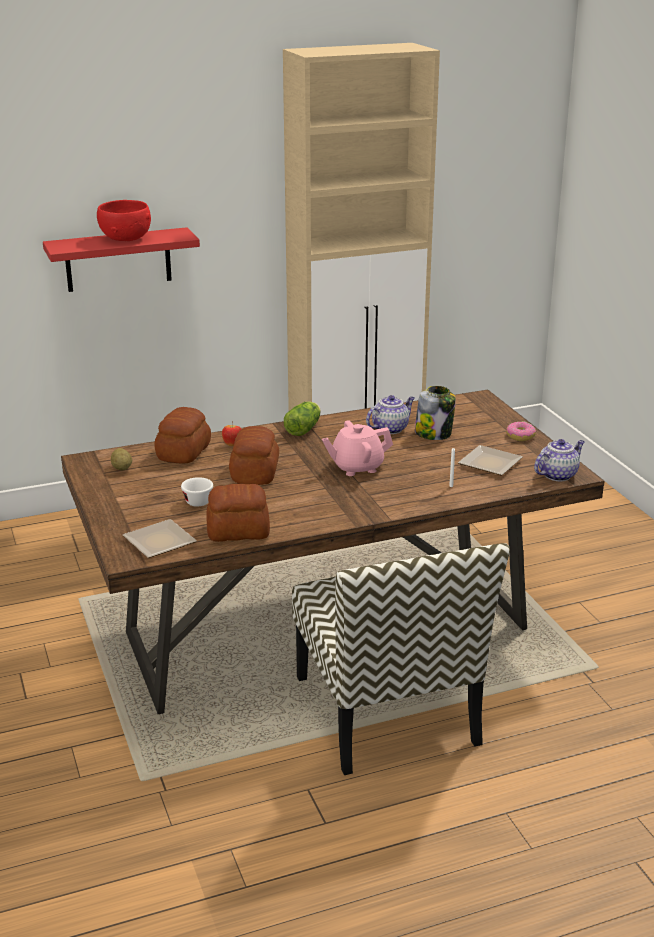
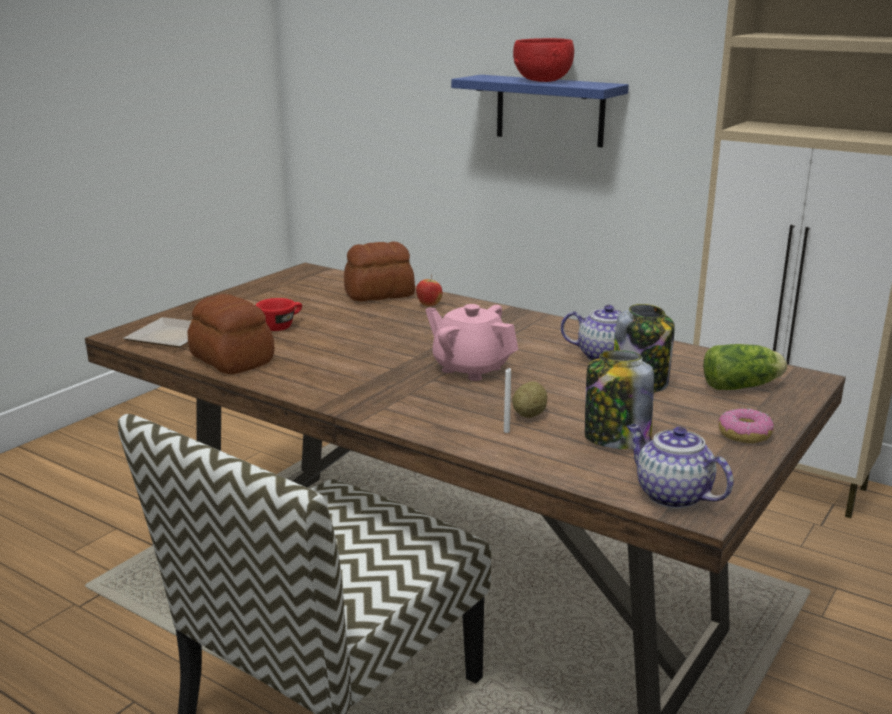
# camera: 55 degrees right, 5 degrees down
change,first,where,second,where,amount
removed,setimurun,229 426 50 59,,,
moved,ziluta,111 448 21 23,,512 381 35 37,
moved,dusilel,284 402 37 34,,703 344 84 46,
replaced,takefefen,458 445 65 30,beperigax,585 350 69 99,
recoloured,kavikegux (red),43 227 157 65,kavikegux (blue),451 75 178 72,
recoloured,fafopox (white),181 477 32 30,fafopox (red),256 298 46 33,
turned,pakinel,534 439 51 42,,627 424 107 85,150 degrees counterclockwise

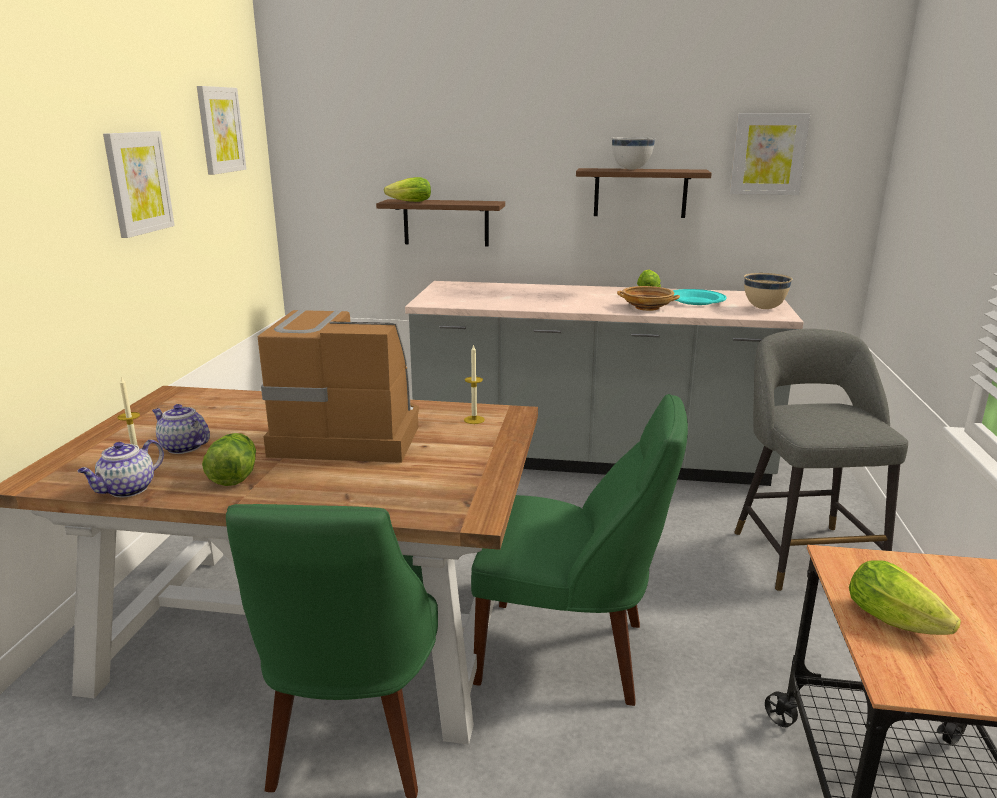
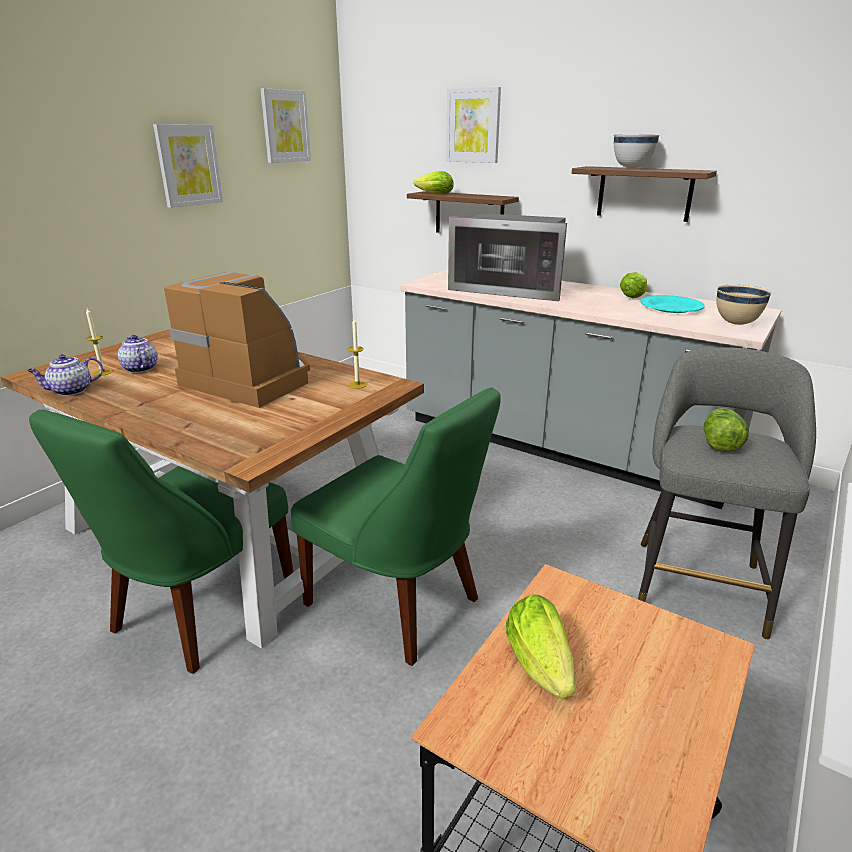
# camera: 25 degrees right, 5 degrees up
change,first,where,second,where,amount
removed,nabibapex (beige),617 286 63 25,,,
added,,,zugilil,448 213 119 88,
moved,dusilel,202 433 54 53,,704 408 45 44,
moved,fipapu,730 113 80 82,,446 87 55 76,

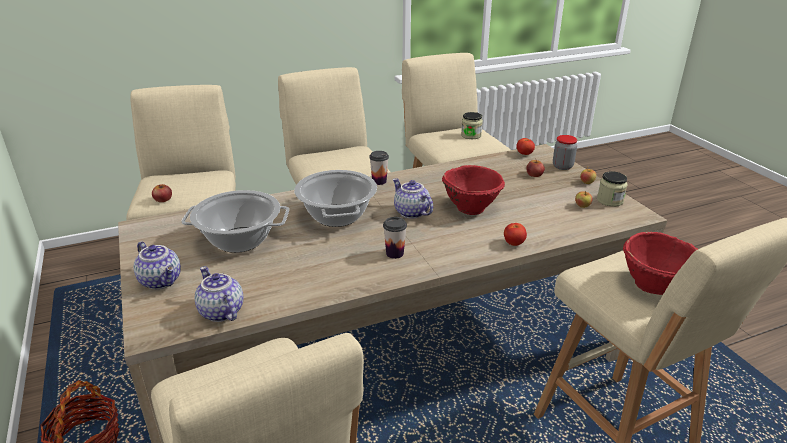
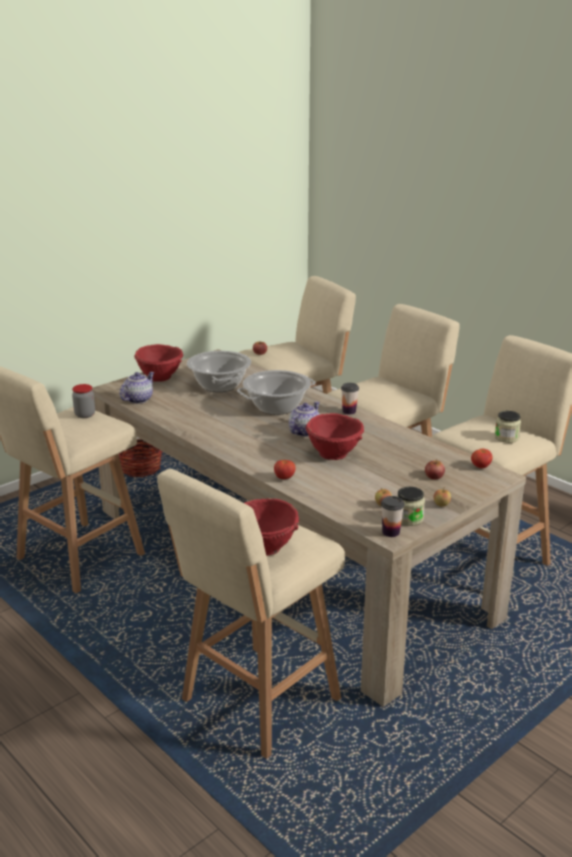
# camera: 70 degrees right, 5 degrees down
change,first,where,second,where,amount
moved,fafopox,383 217 24 42,,381 496 23 41,
moved,beperigax,553 135 24 35,,72 384 23 34,
replaced,pakinel,134 241 47 48,nabibapex (red),134 344 49 38,

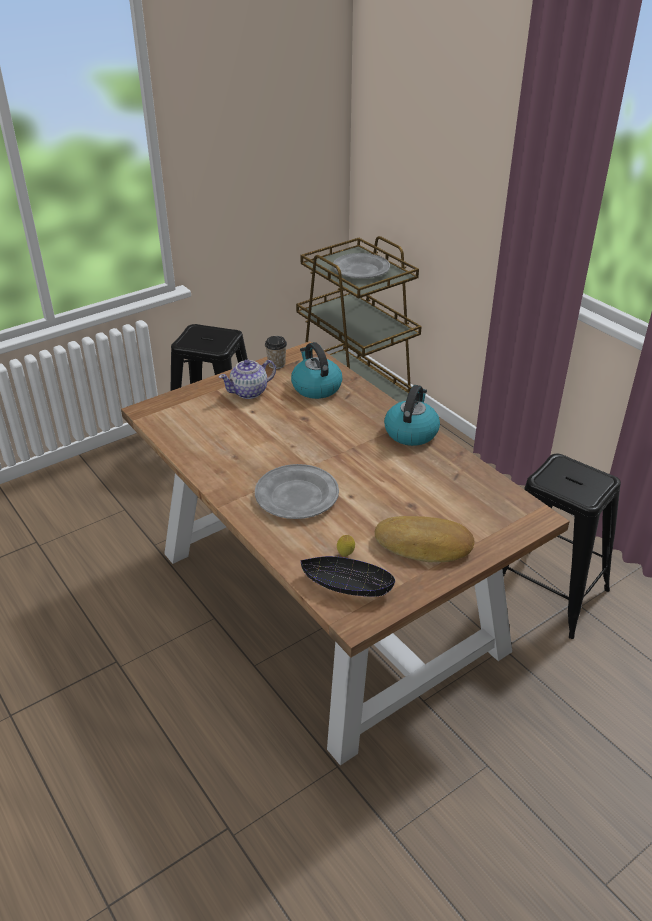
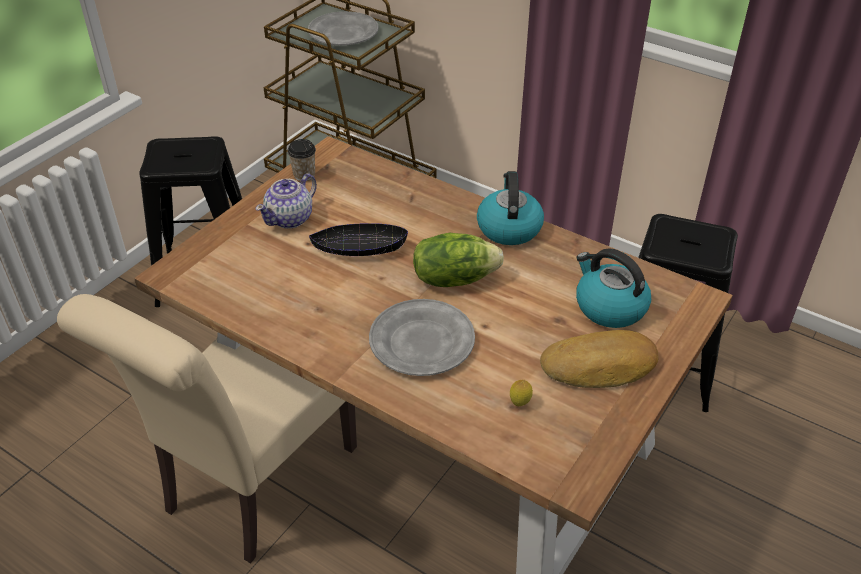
# camera: 20 degrees left, 5 degrees up
change,first,where,second,where,amount
added,,,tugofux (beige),57 294 300 270,
added,,,dusilel,413 233 91 54,
moved,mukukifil,291 342 51 57,,576 248 75 80,
moved,nabibapex (black),301 556 94 41,,309 223 99 33,

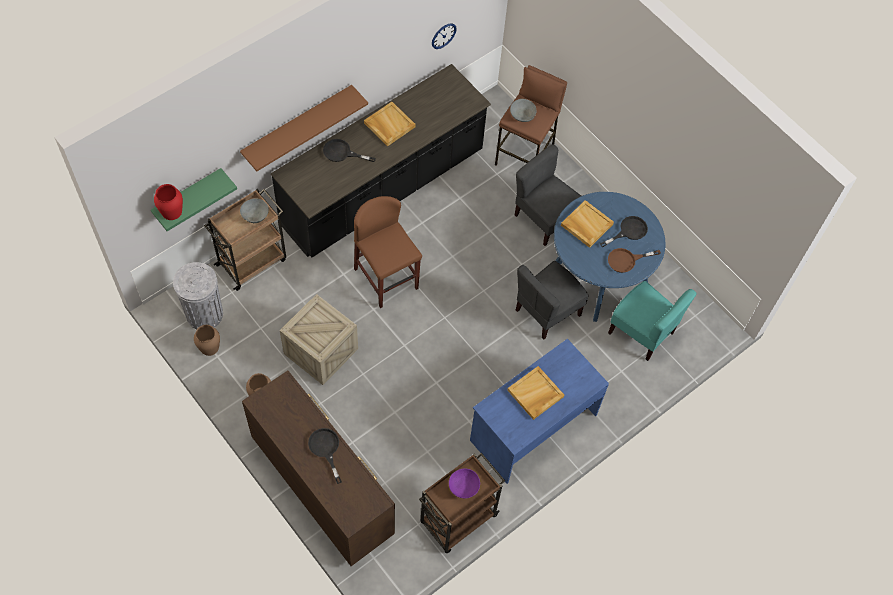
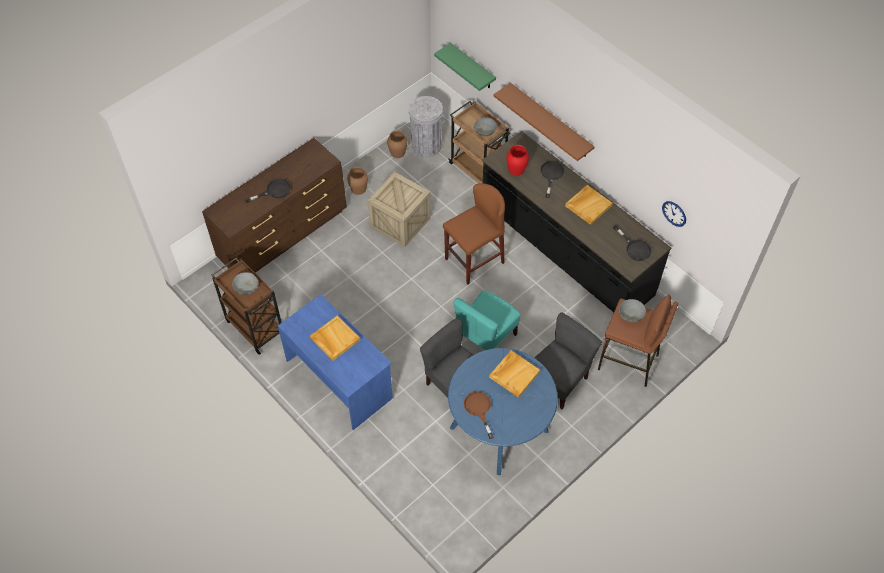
# camera: 90 degrees right, 5 degrees down
change,first,where,second,where,amount
moved,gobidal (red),154 184 29 36,,506 145 23 31,
moved,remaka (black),600 216 48 32,,613 225 39 36,
moved,tugofux (turquoise),608 281 88 80,,453 290 68 60,
recoloured,nabibapex (purple),449 468 31 30,nabibapex (grey),232 272 27 23,

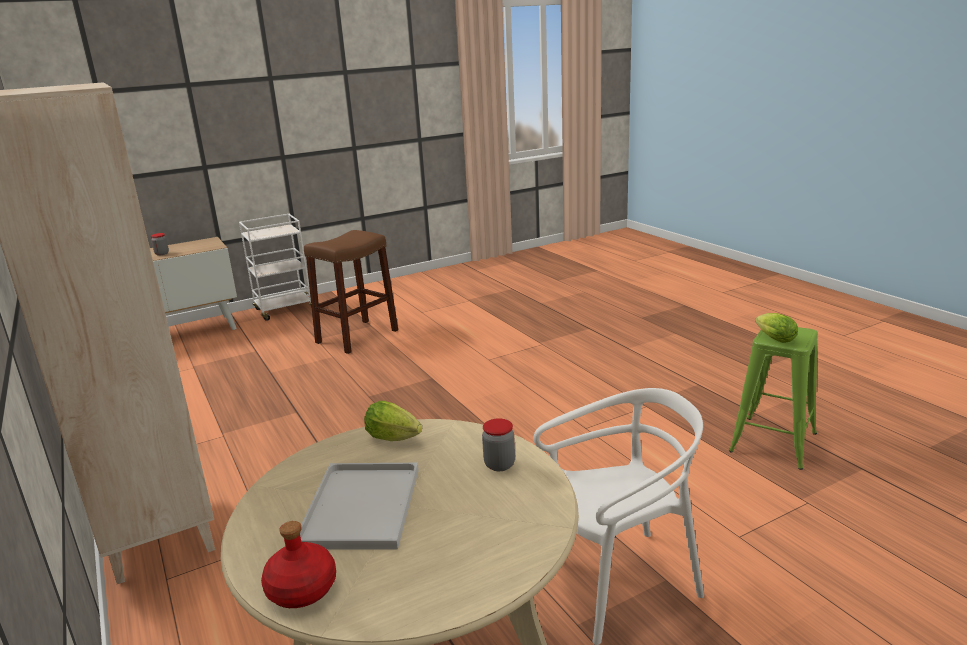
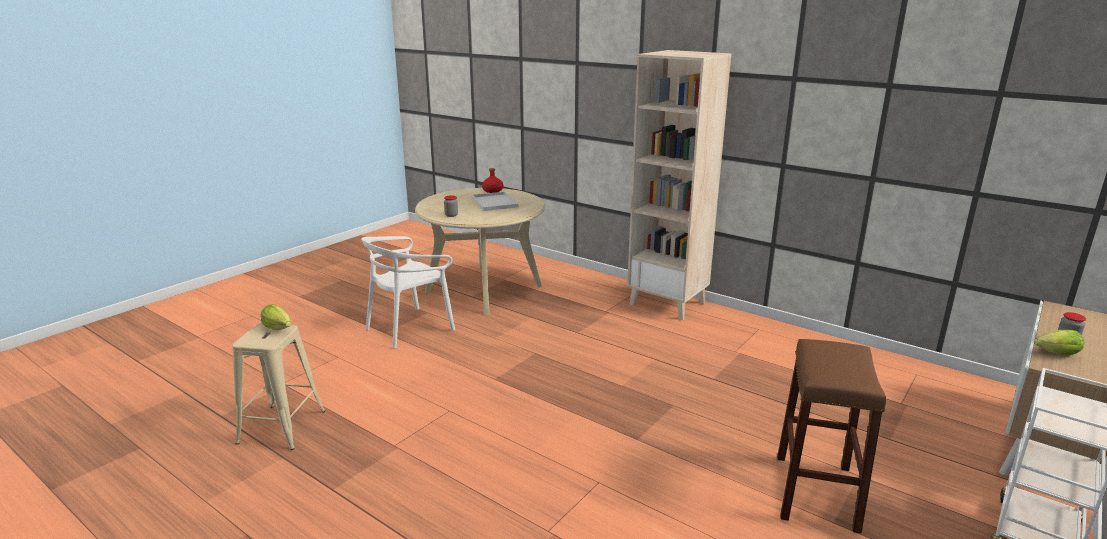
# camera: 155 degrees right, 0 degrees up
change,first,where,second,where,amount
moved,dusilel,364 401 58 40,,1034 330 50 25,
recoloured,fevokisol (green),729 327 89 143,fevokisol (beige),232 323 93 127,

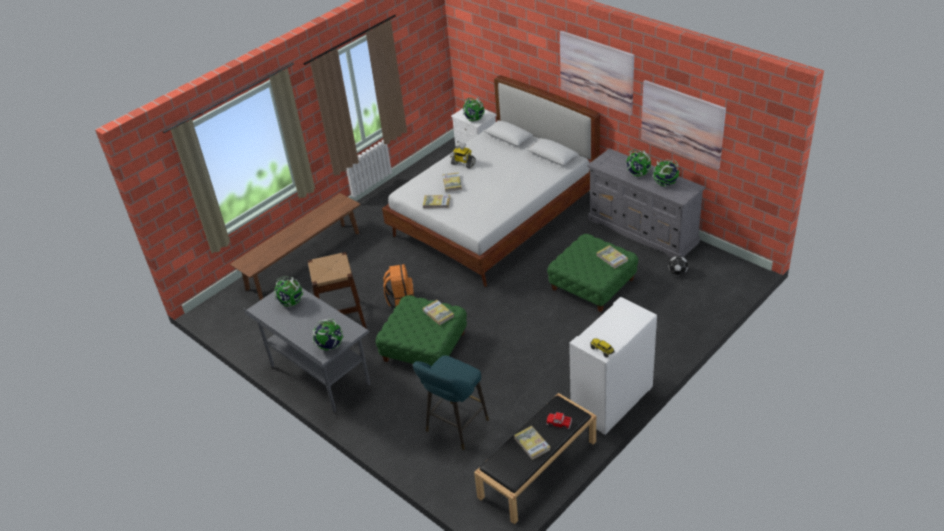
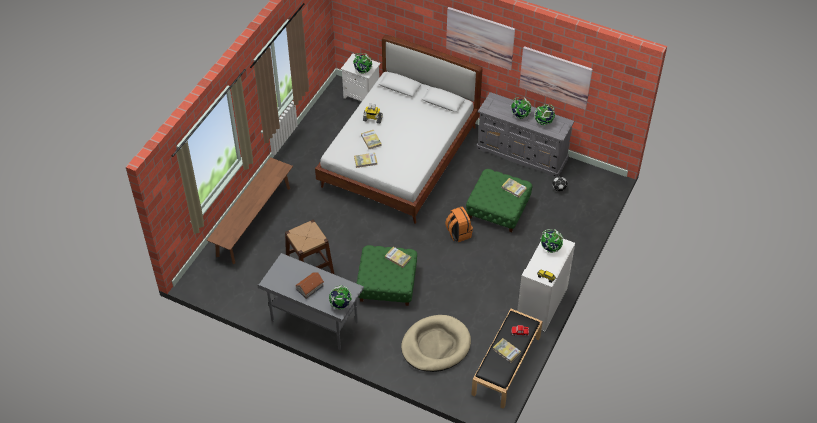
# camera: 20 degrees left, 10 degrees up
change,first,where,second,where,amount
added,,,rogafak,295 272 29 27,
moved,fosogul,274 276 30 31,,540 229 24 24,
moved,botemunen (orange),384 264 30 44,,445 207 28 35,
replaced,fevokisol (turquoise),413 355 76 95,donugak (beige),401 315 70 57,

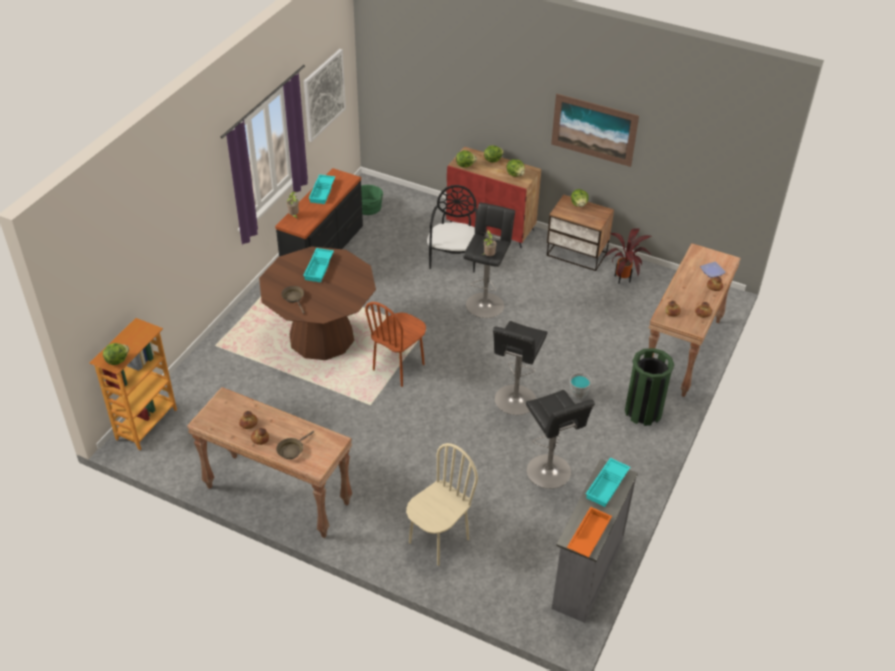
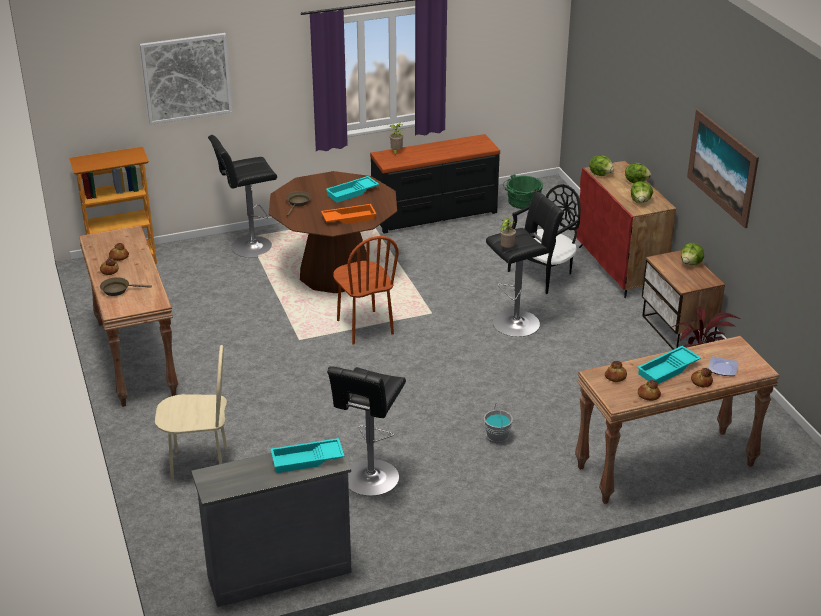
# camera: 45 degrees right, 10 degrees down
change,first,where,second,where,amount
removed,dusilel,103 343 26 22,,,
removed,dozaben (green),625 348 49 78,,,
moved,fipapu,304 49 42 93,,140 33 92 92,
moved,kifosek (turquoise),309 174 26 30,,637 346 64 38,
moved,fevokisol (black),493 321 55 94,,208 135 69 123,
moved,kifosek (orange),567 507 45 50,,321 204 55 20,
turned,tugofux (brown),365 302 61 85,,333 236 66 109,105 degrees counterclockwise

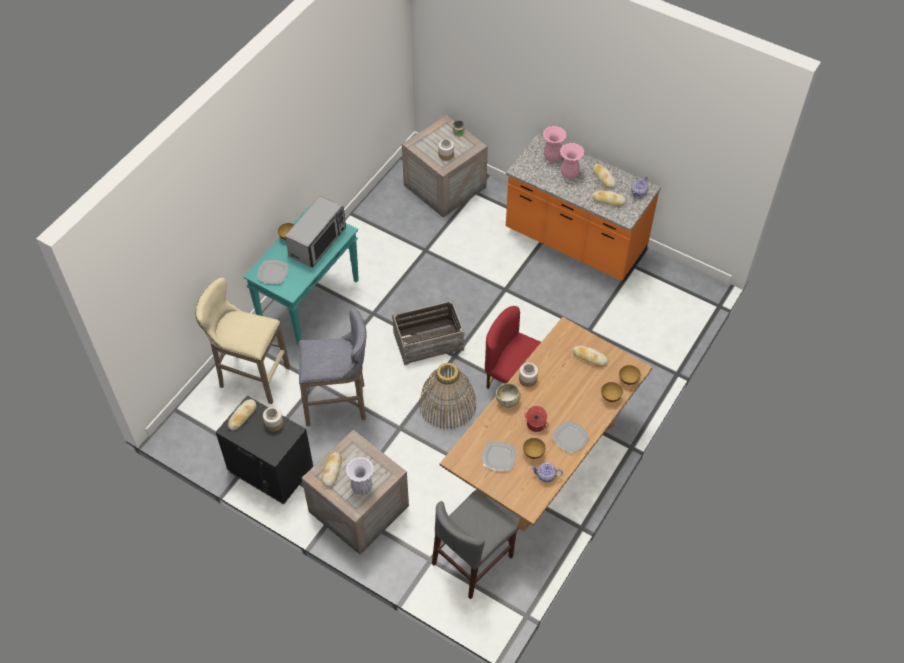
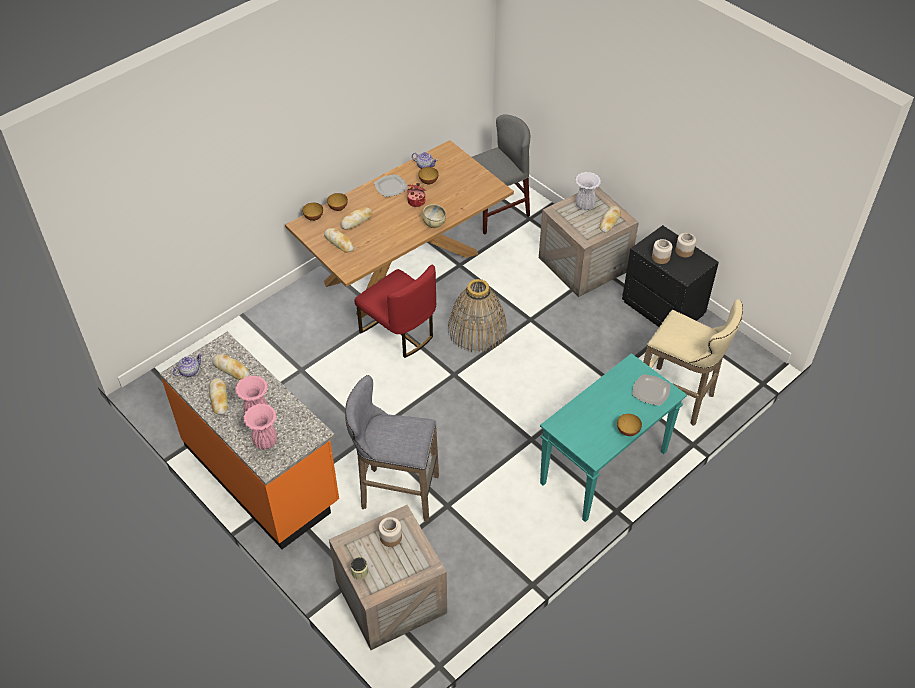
# camera: 165 degrees left, 5 degrees down
change,first,where,second,where,amount
removed,zugilil,285 196 61 72,,,
removed,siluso,392 300 72 65,,,
removed,takefefen,482 442 34 29,,,
moved,setimurun,228 399 28 31,,341 207 31 23,
moved,fevokisol (grey),298 308 69 118,,345 375 94 147,
moved,beperigax,519 363 19 24,,675 233 21 25,

